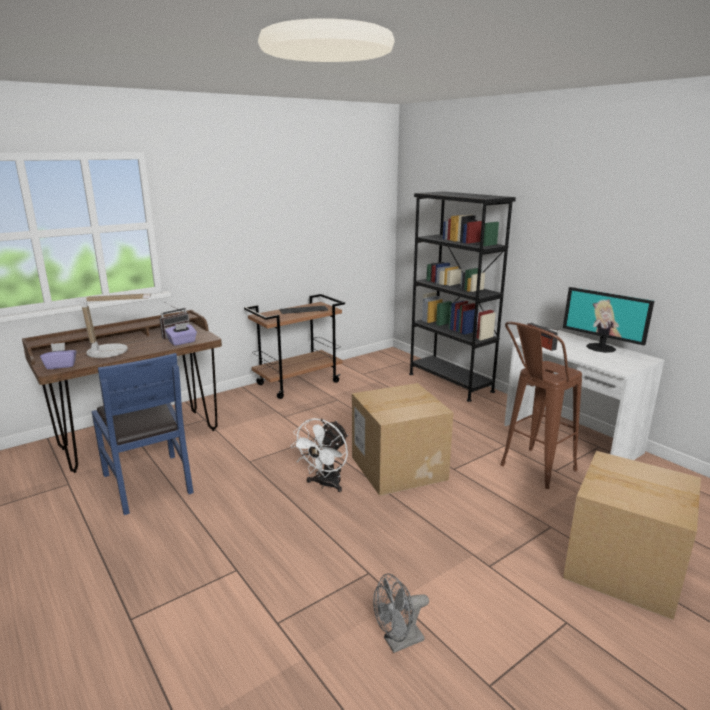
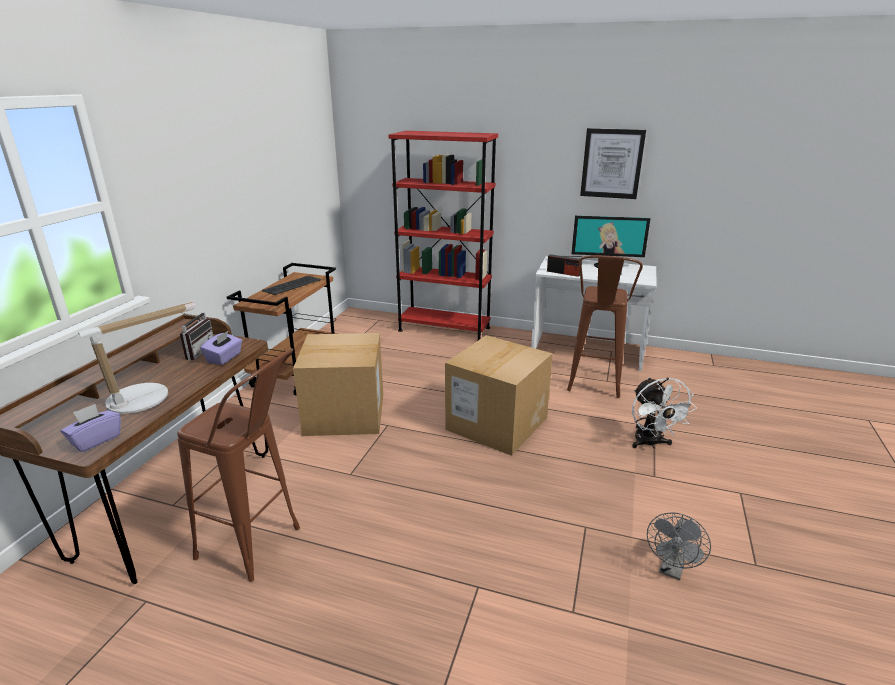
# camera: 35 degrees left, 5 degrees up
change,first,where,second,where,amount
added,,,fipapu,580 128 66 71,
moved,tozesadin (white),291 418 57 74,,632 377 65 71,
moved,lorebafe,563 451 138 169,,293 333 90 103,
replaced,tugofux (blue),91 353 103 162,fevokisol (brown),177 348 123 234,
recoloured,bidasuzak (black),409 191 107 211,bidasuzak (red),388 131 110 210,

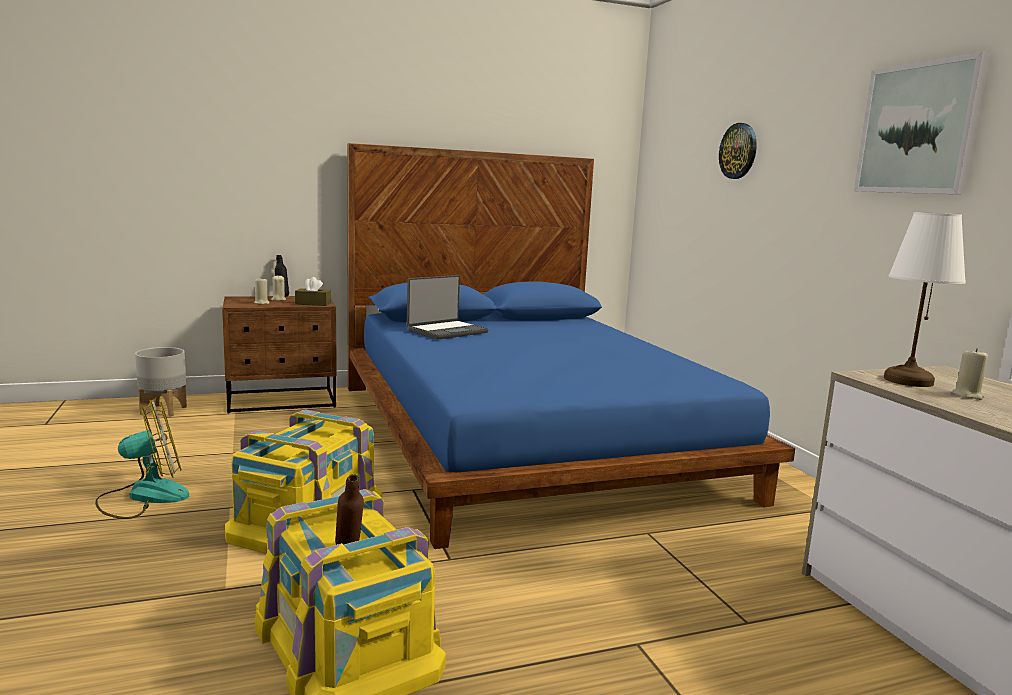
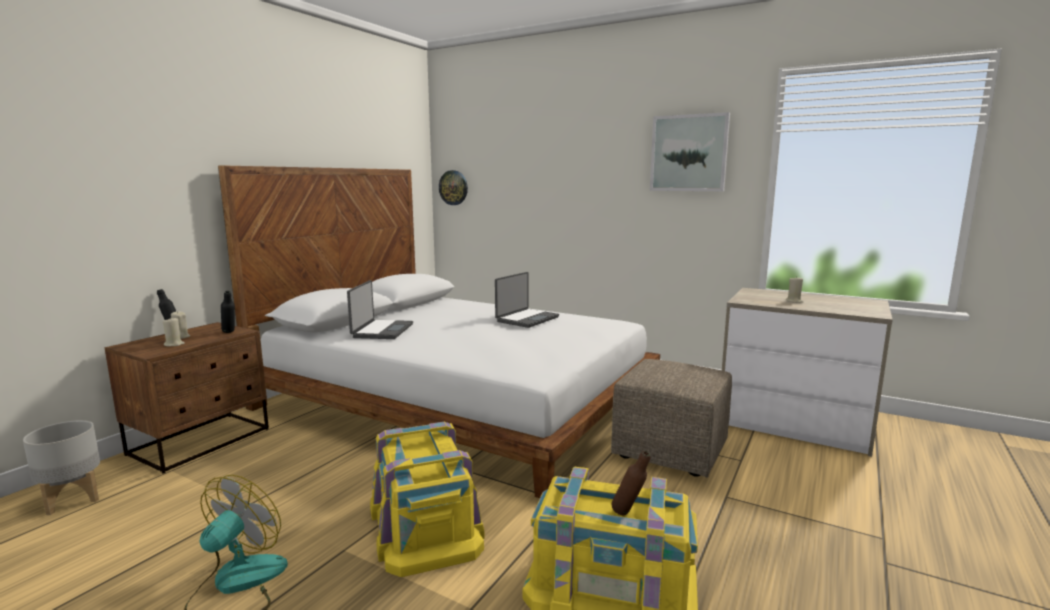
# camera: 40 degrees left, 0 degrees up
change,first,where,second,where,amount
removed,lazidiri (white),884 212 82 175,,,
added,,,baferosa,495 272 64 56,
added,,,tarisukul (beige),611 359 121 119,
moved,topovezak,719 123 38 56,,439 170 29 35,
replaced,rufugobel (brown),295 277 36 29,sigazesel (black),221 291 14 42,
recoloured,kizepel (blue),347 143 448 406,kizepel (white),218 166 442 332,

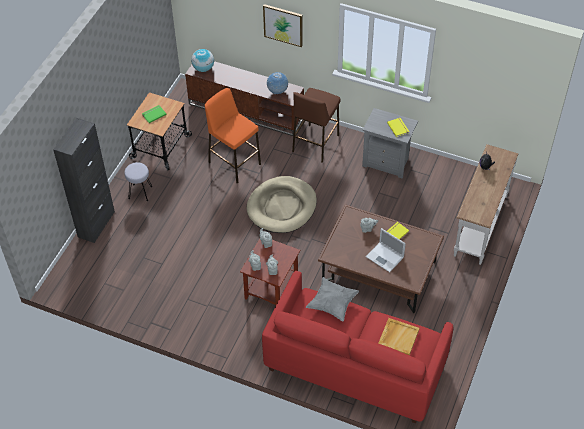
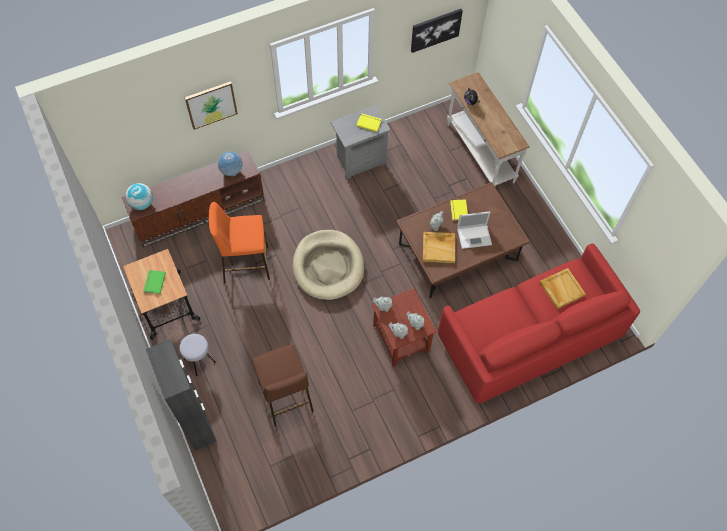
# camera: 50 degrees left, 10 degrees up
change,first,where,second,where,amount
removed,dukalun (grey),306 277 53 44,,,
added,,,fipapu,411 9 52 44,
added,,,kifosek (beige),423 232 32 31,
moved,fevokisol (brown),292 88 48 75,,252 344 62 83,

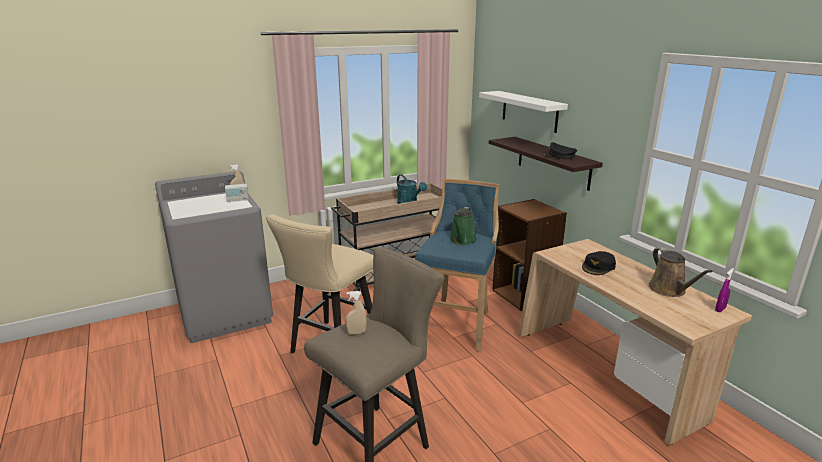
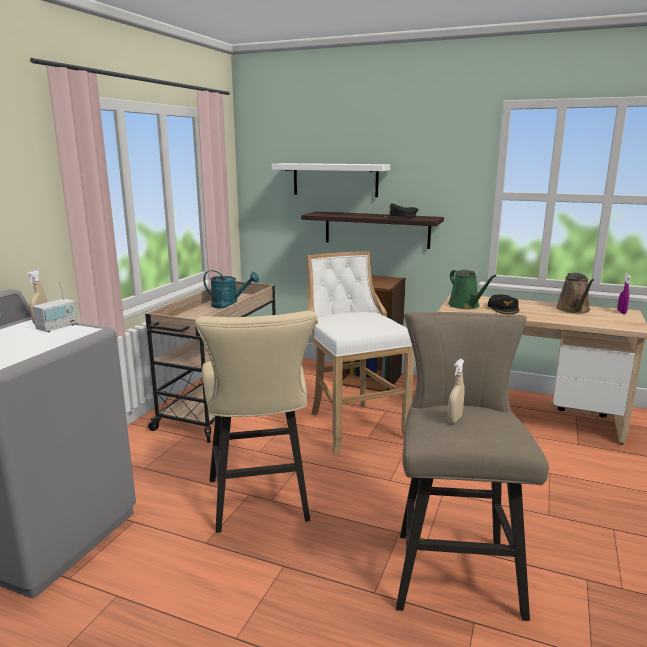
# camera: 40 degrees left, 5 degrees down
change,first,where,second,where,amount
moved,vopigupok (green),449 207 28 38,,448 269 49 40,
recoloured,fevokisol (blue),415 179 85 173,fevokisol (white),306 251 108 204,
turned,vopigupok (brown),649 247 64 50,,556 272 38 42,60 degrees clockwise

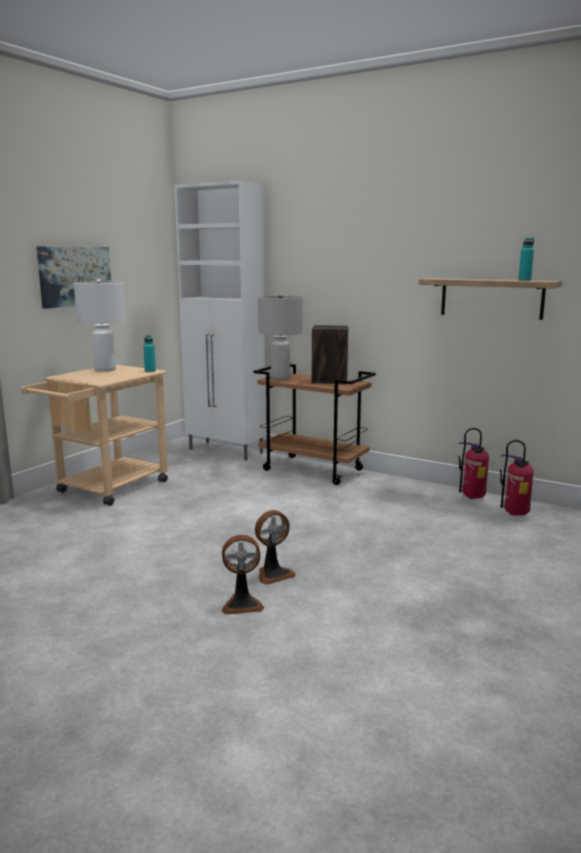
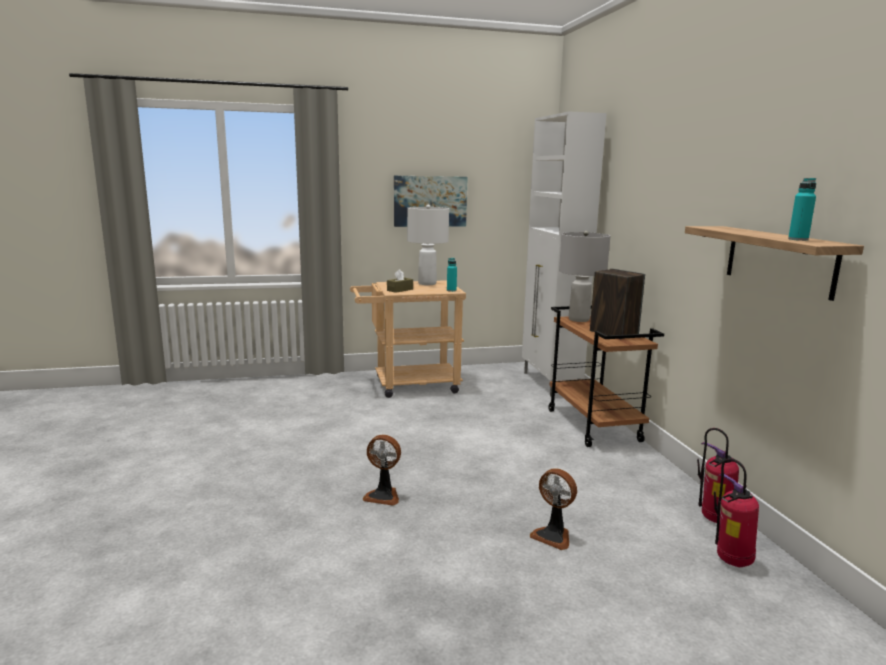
# camera: 45 degrees right, 0 degrees up
change,first,where,second,where,amount
added,,,rufugobel (brown),387 269 26 24,
moved,tozesadin,222 535 42 79,,530 468 47 82,

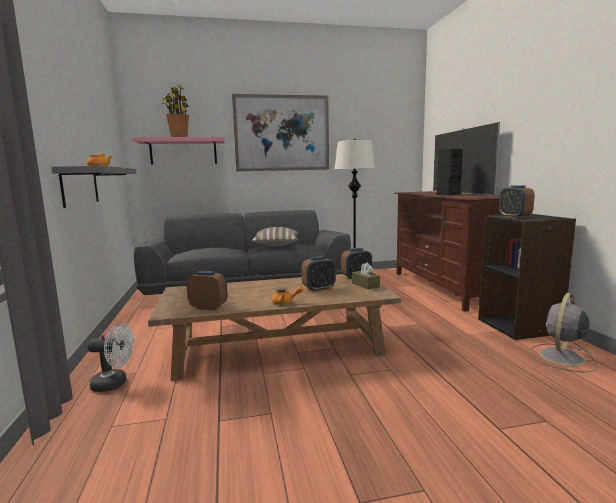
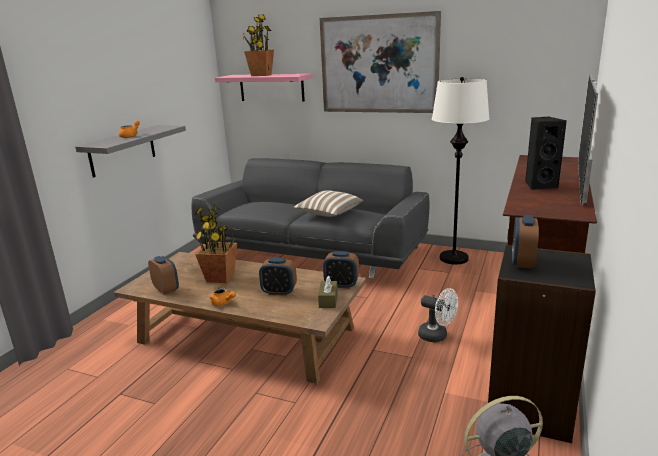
# camera: 35 degrees right, 10 degrees up
change,first,where,second,where,amount
added,,,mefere,194 204 43 79,
moved,tozesadin (white),88 323 46 69,,418 288 40 55,

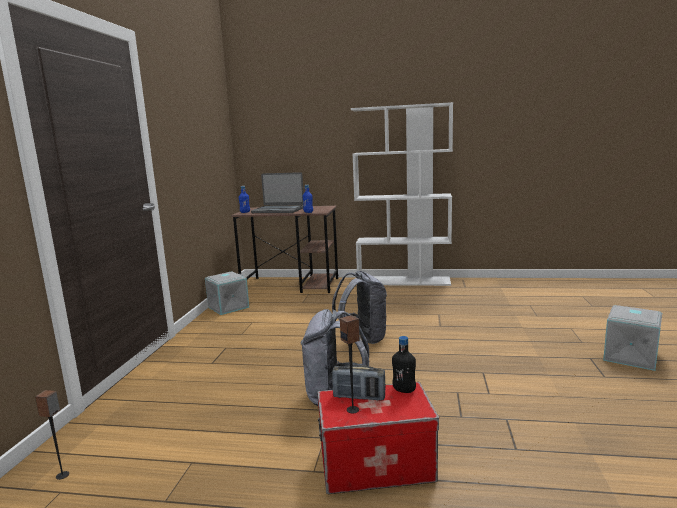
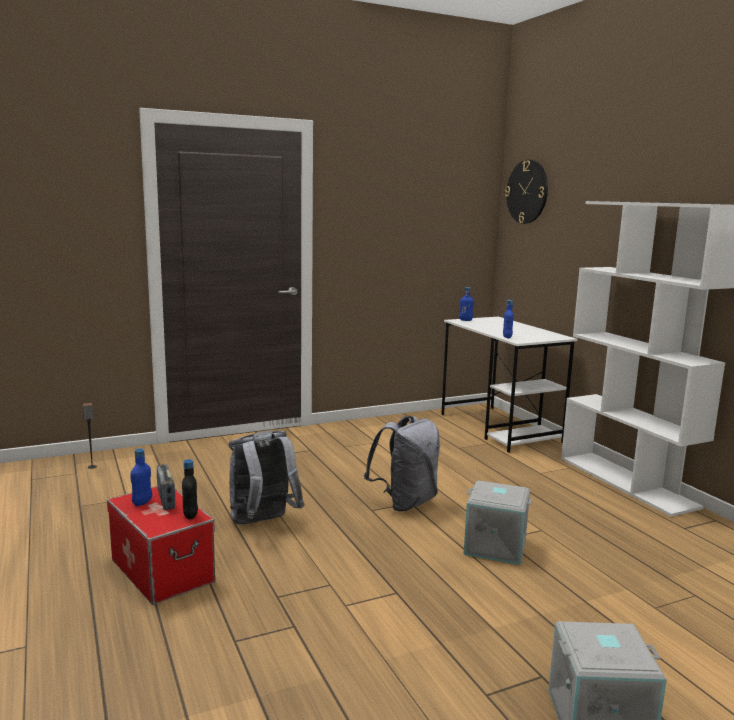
# camera: 55 degrees right, 0 degrees up
change,first,where,second,where,amount
removed,baferosa,251 172 53 41,,,
added,,,topovezak,505 160 43 64,
moved,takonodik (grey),205 271 44 44,,464 481 68 84,
replaced,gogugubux,340 315 20 98,sigazesel (blue),130 448 22 58,
recoloured,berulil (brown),231 206 107 87,berulil (white),441 317 136 136,

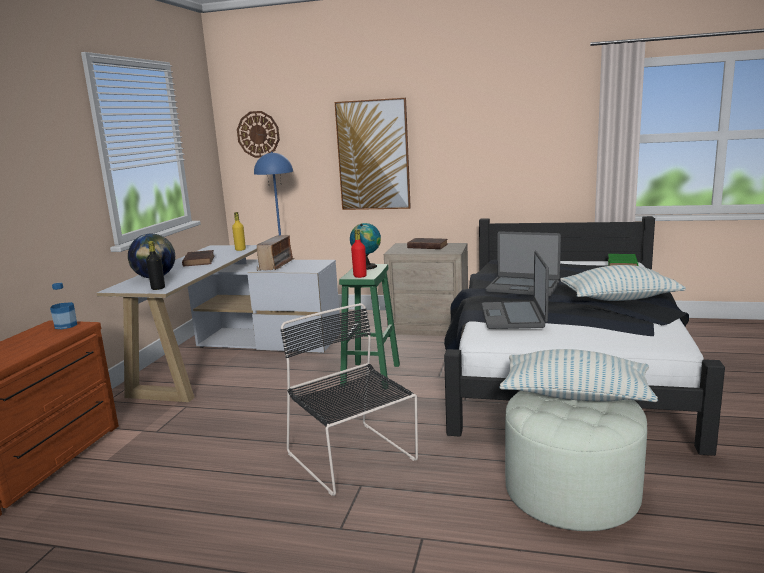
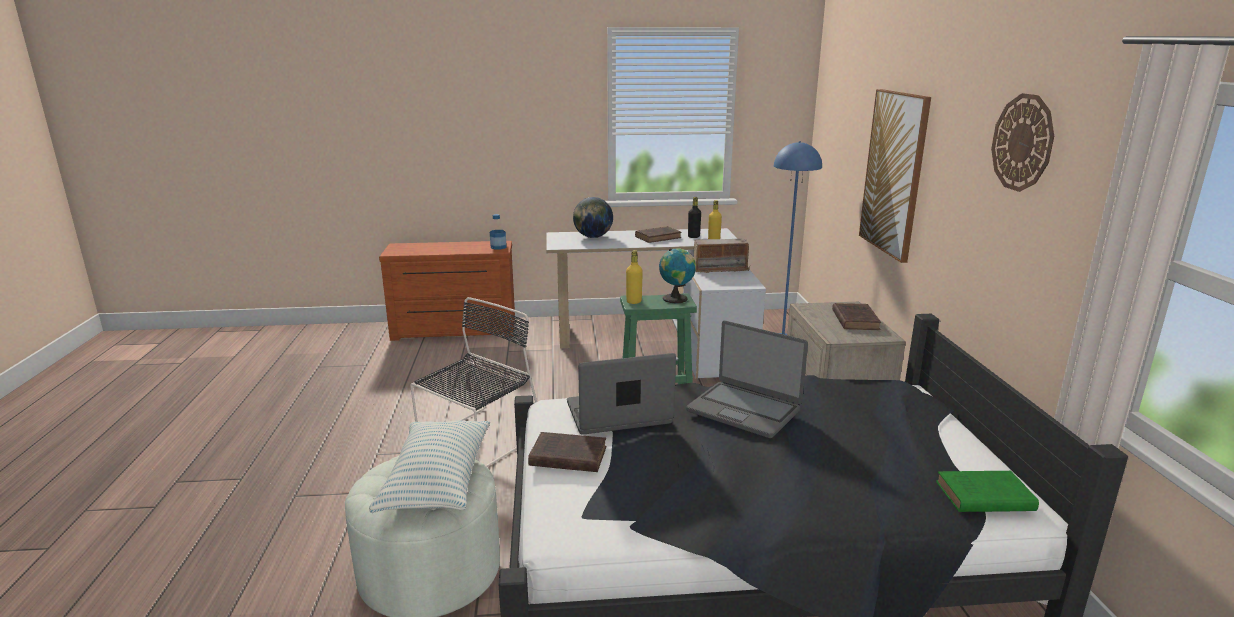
# camera: 70 degrees right, 5 degrees up
change,first,where,second,where,amount
removed,dukalun,560 265 126 36,,,
added,,,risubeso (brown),528 432 78 40,
moved,sigazesel (black),146 241 19 49,,688 197 13 41,
moved,topovezak,237 111 43 47,,991 93 63 99,
recoloured,sigazesel (red),351 229 16 49,sigazesel (yellow),626 250 17 54,
turned,baferosa,486 231 75 65,,686 321 122 117,60 degrees counterclockwise

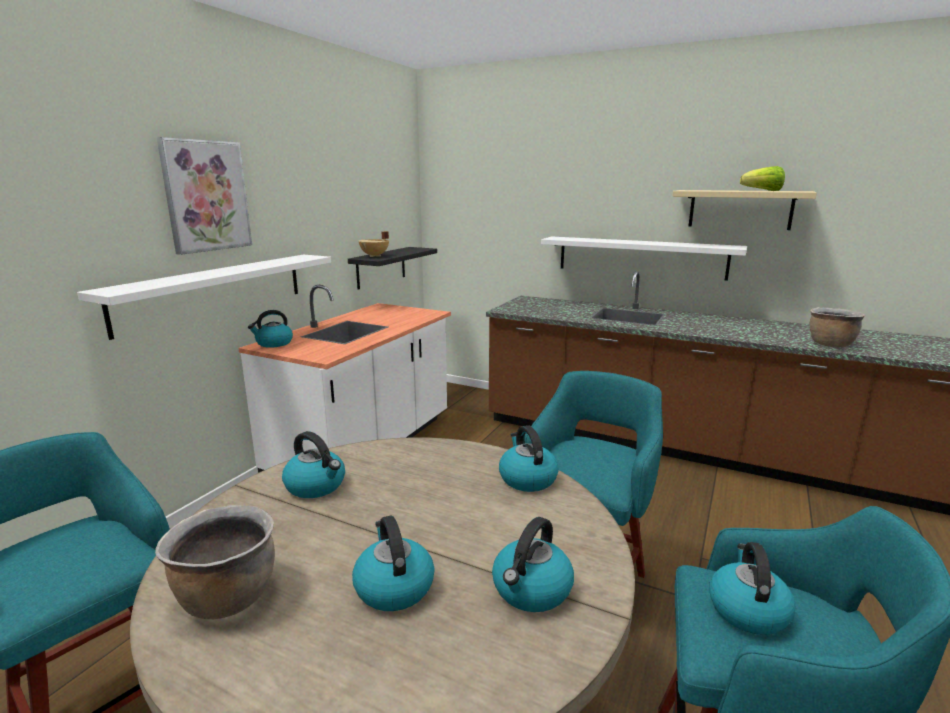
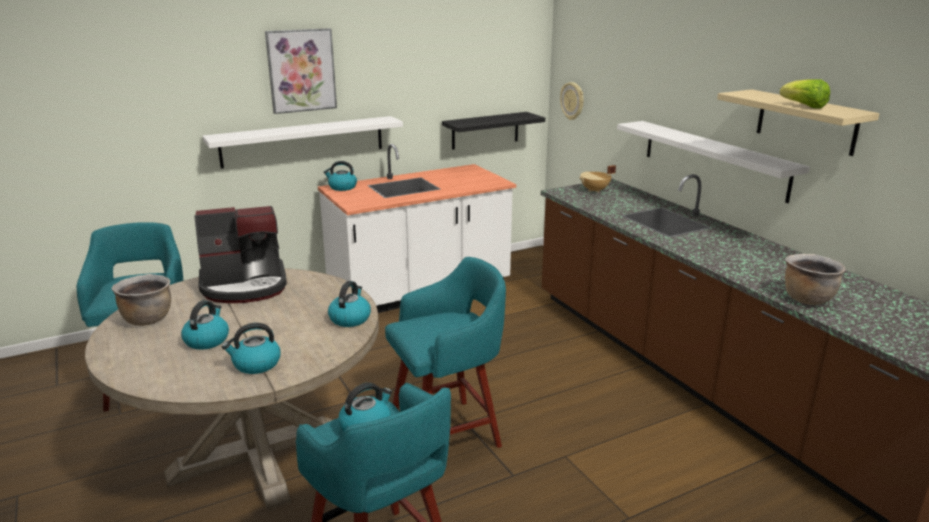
# camera: 35 degrees right, 5 degrees up
change,first,where,second,where,amount
added,,,topovezak,560 82 24 38,
moved,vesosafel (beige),359 231 30 26,,579 165 37 28,
replaced,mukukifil,282 431 63 67,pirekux,194 206 93 97,

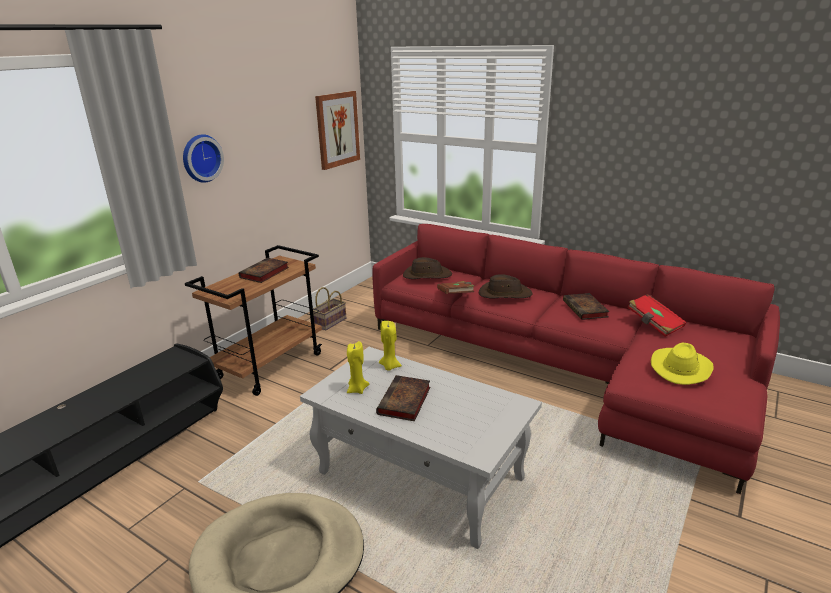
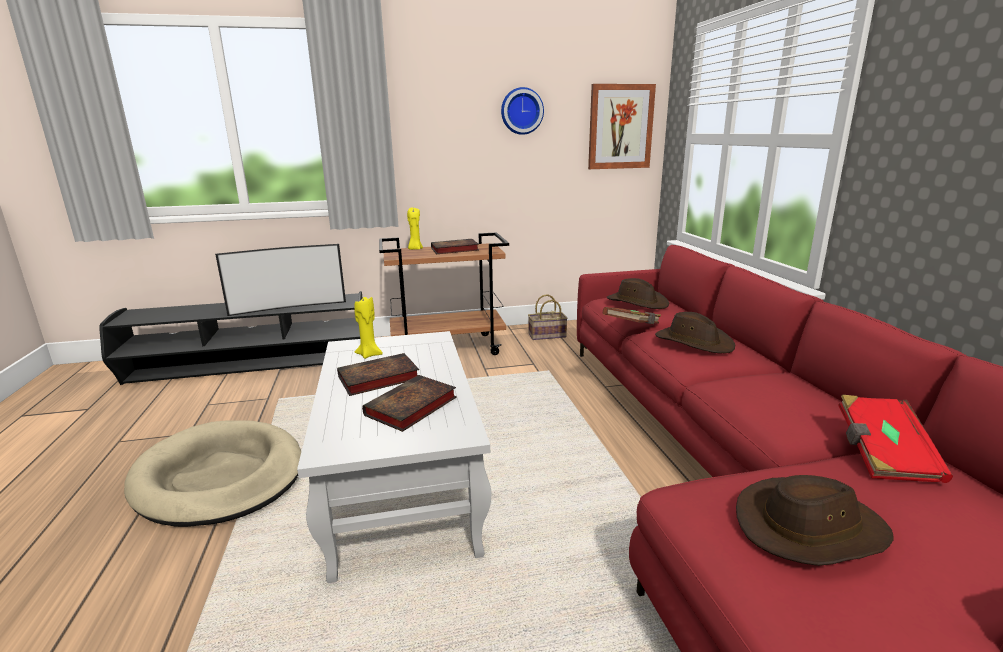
# camera: 45 degrees right, 5 degrees down
change,first,where,second,where,amount
added,,,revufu,215 244 131 72,
moved,topovezak,183 134 41 49,,501 87 43 48,
moved,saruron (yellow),379 321 23 50,,407 208 16 42,
moved,risubeso,563 293 47 27,,362 375 95 57,
recoloured,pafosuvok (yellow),651 343 62 42,pafosuvok (brown),736 475 157 91,

